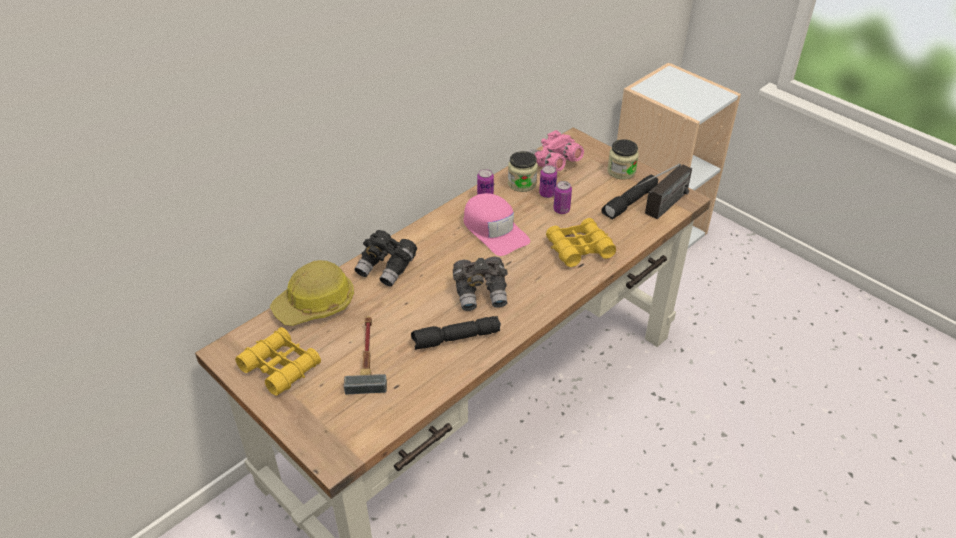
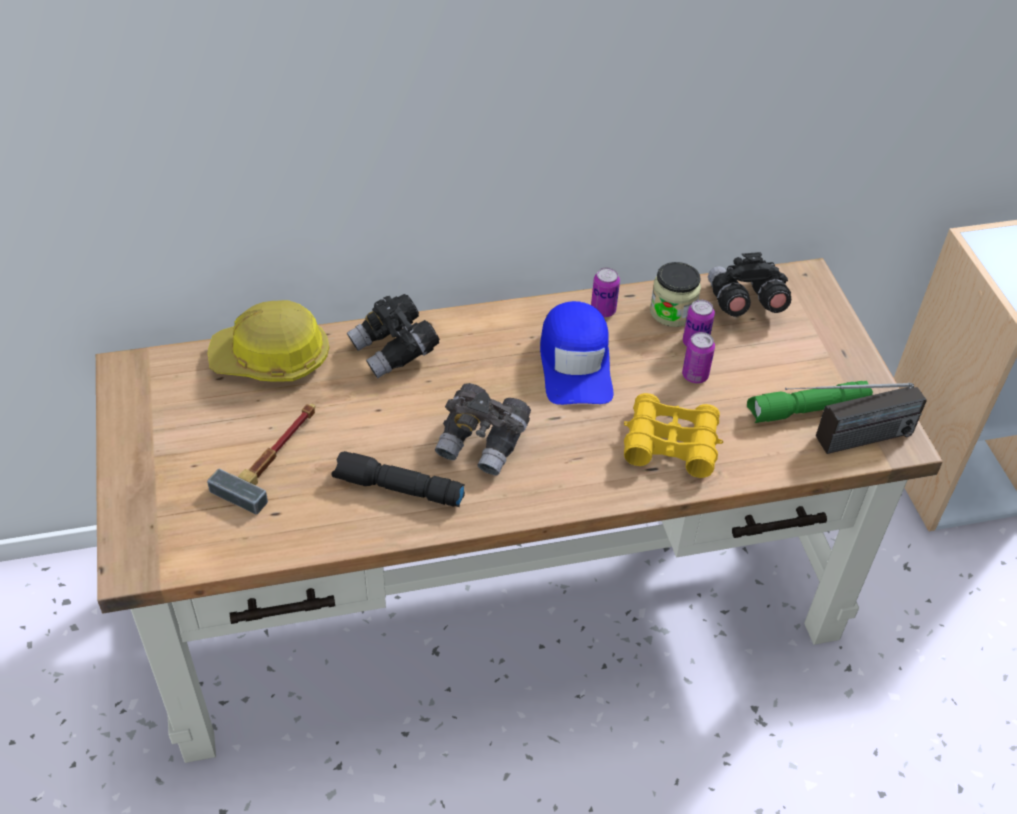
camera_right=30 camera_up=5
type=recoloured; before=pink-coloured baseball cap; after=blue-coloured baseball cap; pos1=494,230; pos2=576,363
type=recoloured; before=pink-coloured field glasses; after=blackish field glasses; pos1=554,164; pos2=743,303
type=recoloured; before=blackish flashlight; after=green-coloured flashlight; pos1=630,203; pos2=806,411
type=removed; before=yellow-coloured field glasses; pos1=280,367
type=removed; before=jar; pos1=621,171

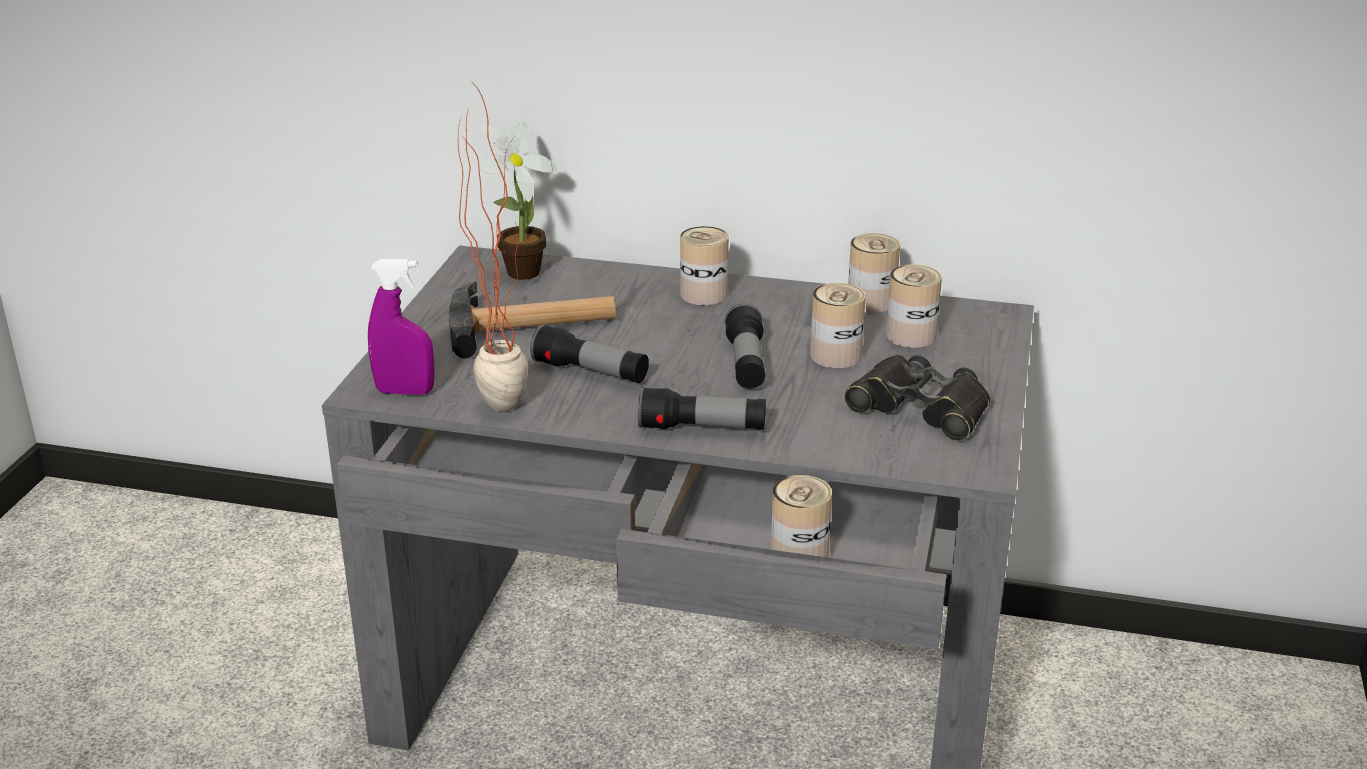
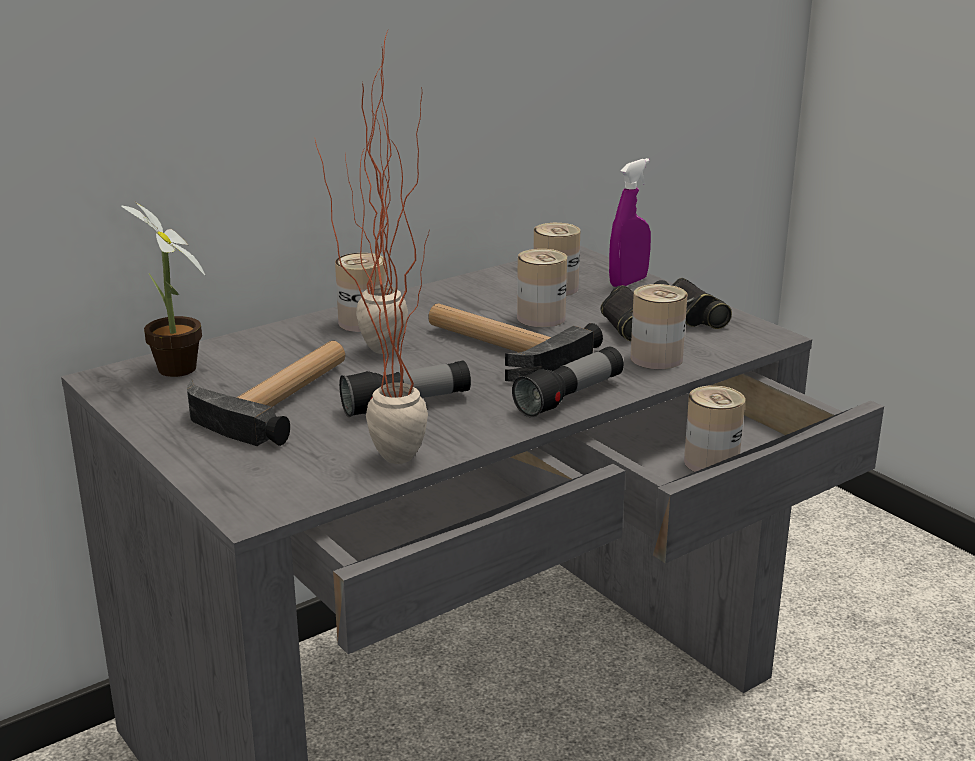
camera_right=-50 camera_up=-5
type=added; after=houseplant; pos2=390,355
type=replaced; before=flashlight; after=hand hammer; pos1=746,364; pos2=499,348
type=moved; before=purple-coloured sprayer; pos1=405,391; pos2=628,282
type=moved; before=sealed can; pos1=871,301; pos2=656,358

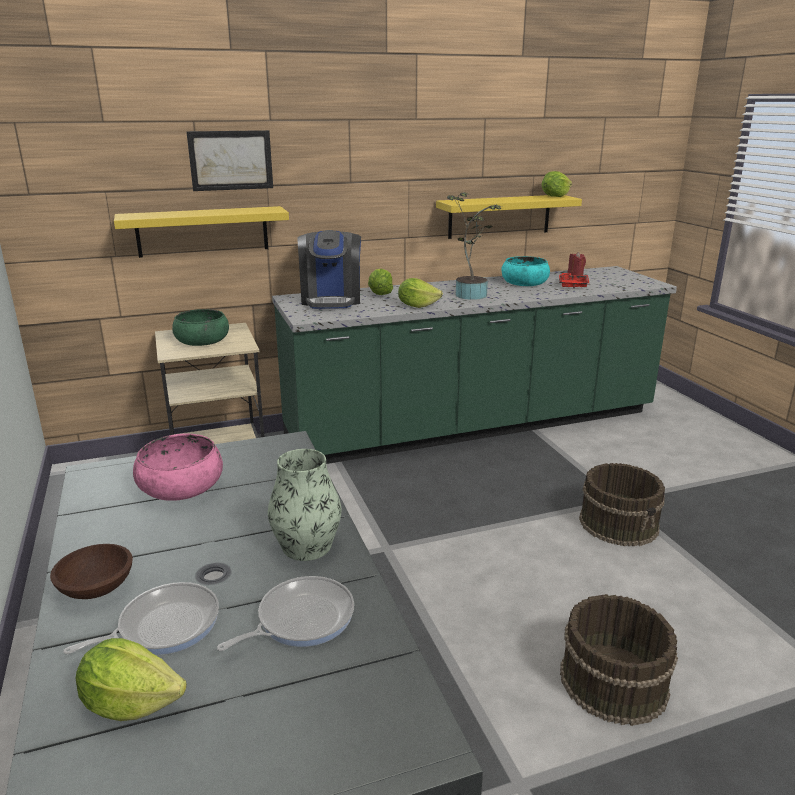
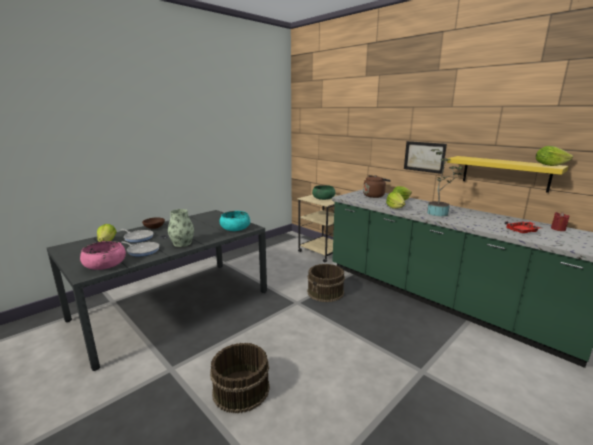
camera_right=65 camera_up=-5
type=moved; before=pink-coloured serving bowl; pos1=181,486; pos2=105,264
type=moved; before=blue-green serving bowl; pos1=524,283; pos2=235,228
type=moved; before=brown-coloured water bucket; pos1=619,523; pos2=326,292
type=replaced; before=coffee maker; after=brown-coloured kettle; pos1=331,300; pos2=374,195
type=moved; before=wall art; pos1=231,160; pos2=424,157
type=removed; before=yellow-coloured shelf; pos1=203,231

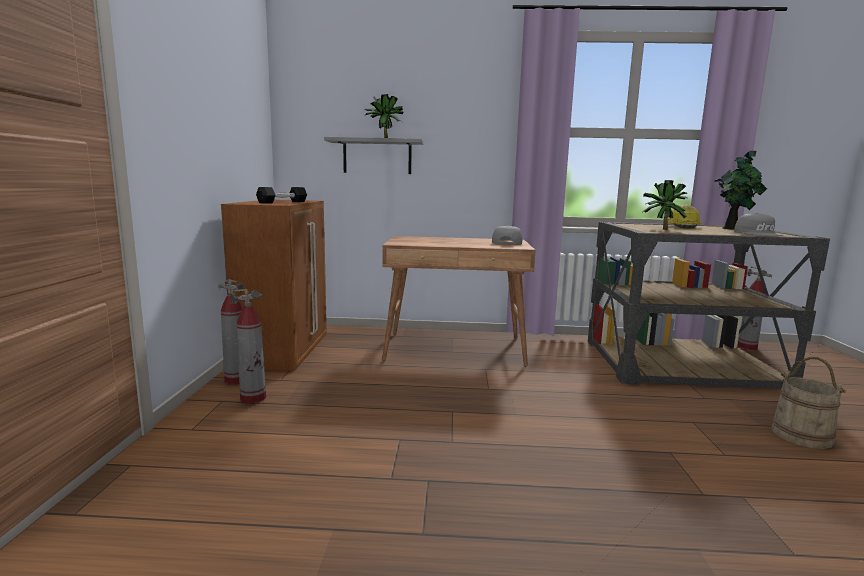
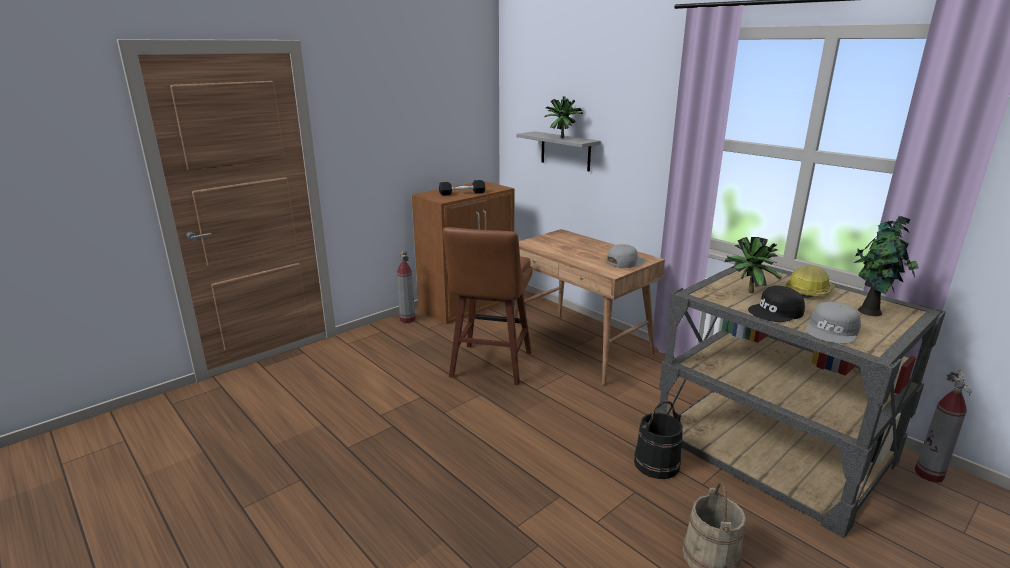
camera_right=45 camera_up=10
type=added; after=brown-coloured sitting stool; pos2=490,366
type=added; after=blackish water bucket; pos2=657,464
type=added; after=blackish baseball cap; pos2=776,312
type=removed; before=extinguisher; pos1=253,398

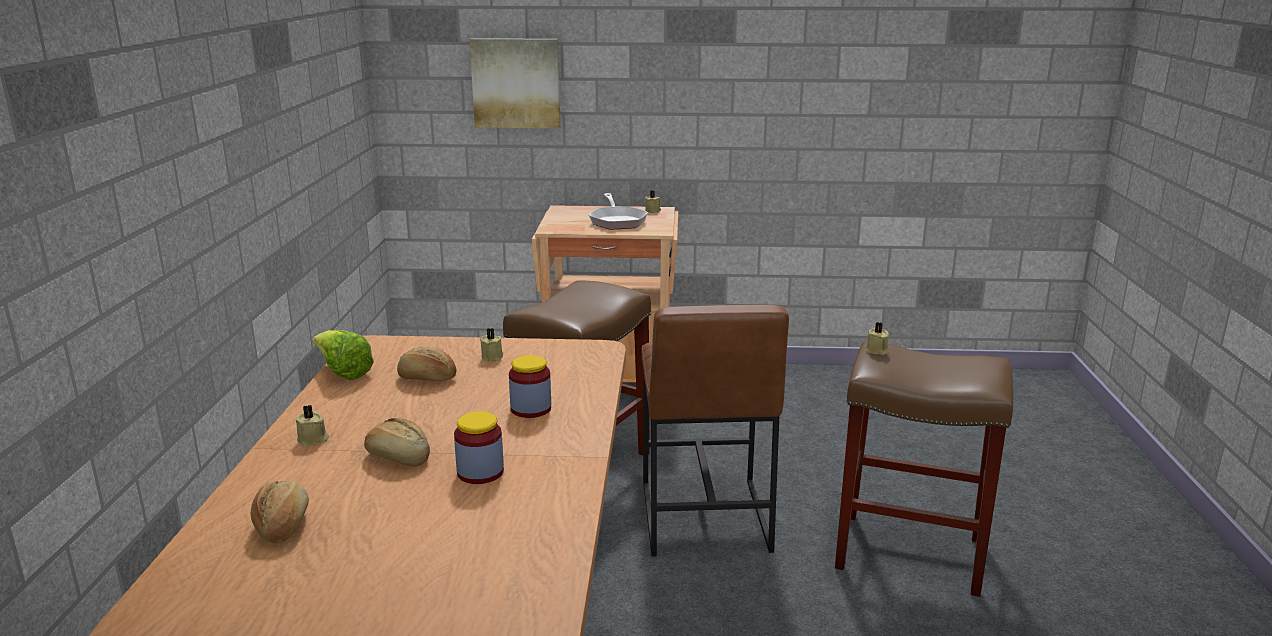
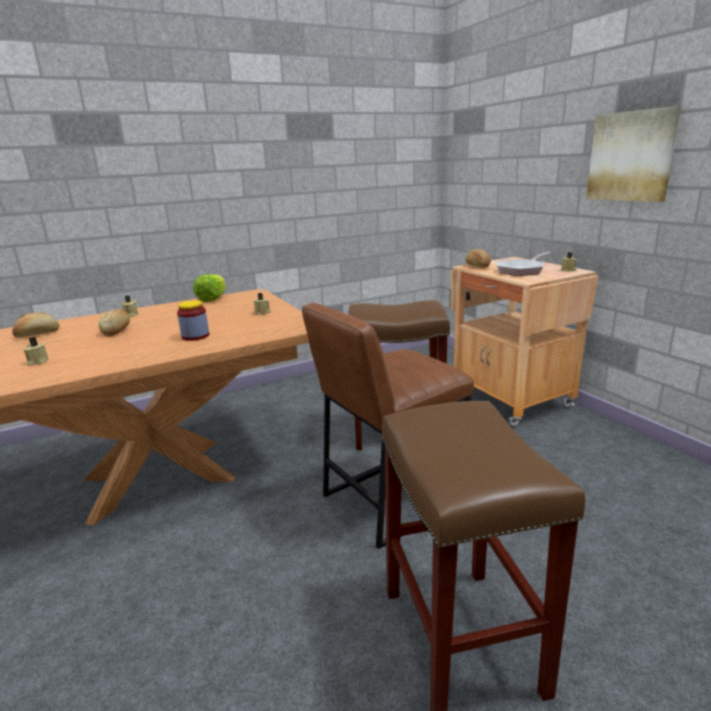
camera_right=60 camera_up=0
type=moved; before=sand-coloured wax candle; pos1=877,351; pos2=37,362
type=moved; before=bakery bread; pos1=426,378; pos2=477,266
type=moved; before=wall art; pos1=516,83; pos2=631,156
type=removed; before=jar; pos1=480,472

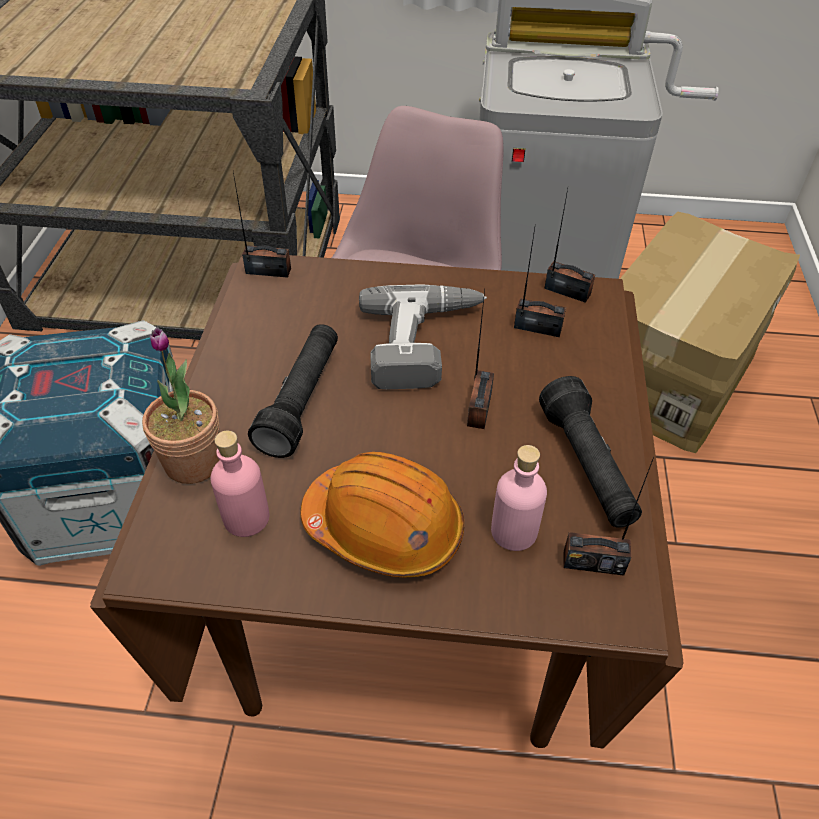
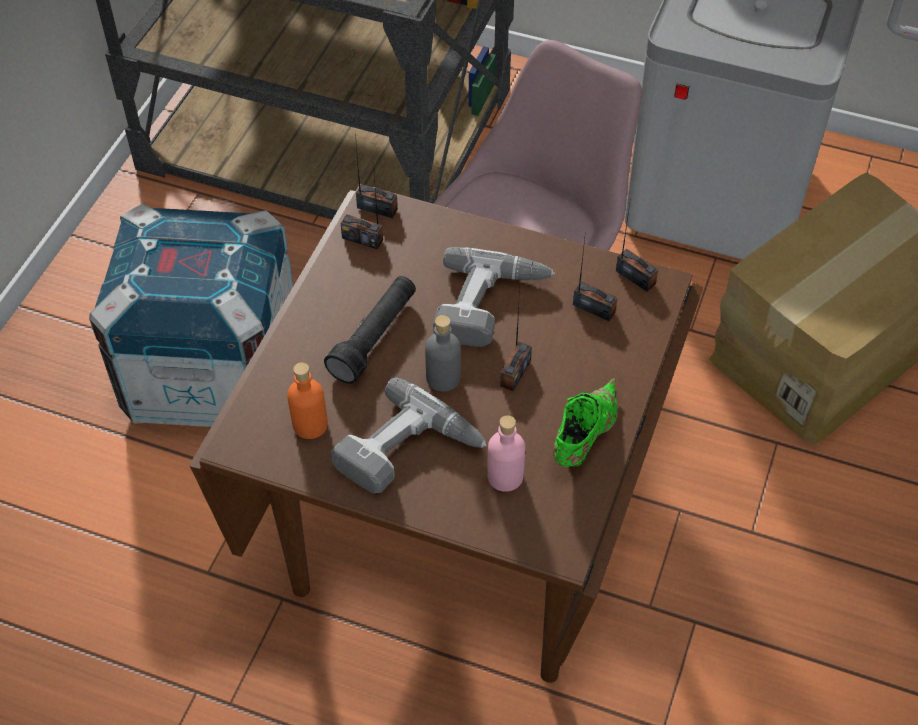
camera_right=15 camera_up=5
type=recoloured; before=pink-coloured bottle; after=orangey bottle; pos1=246,518; pos2=310,425
type=replaced; before=orangey hard hat; after=drill; pos1=384,528; pos2=409,453
type=moved; before=radio receiver; pos1=593,562; pos2=362,239
type=added; after=greyish bottle; pos2=443,378
type=replaced; before=blackish flashlight; after=green-coloured item of footwear; pos1=587,466; pos2=583,438
type=removed; before=houseplant; pos1=193,462

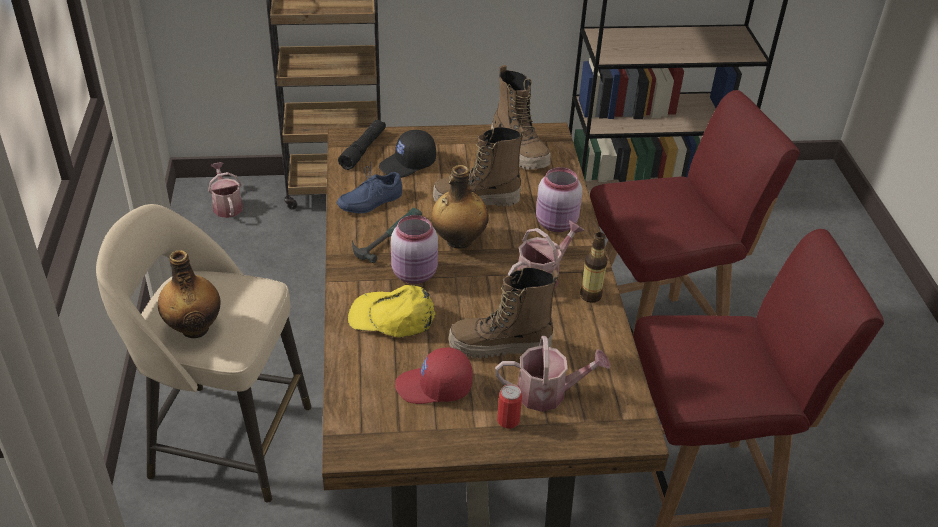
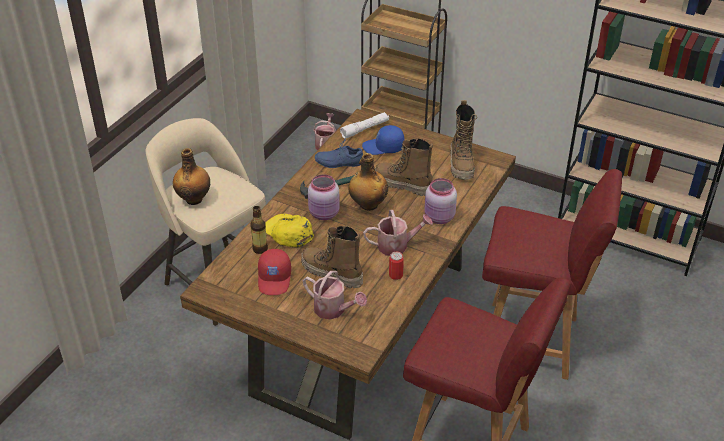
camera_right=35 camera_up=0
type=moved; before=bottle; pos1=590,295; pos2=260,249
type=turned; before=red-coloured baseball cap; pos1=434,387; pos2=275,279; turn=-120
type=recoloured; before=blackish flashlight; after=white flashlight; pos1=363,150; pos2=365,129
type=recoloured; before=blackish baseball cap; after=blue-coloured baseball cap; pos1=408,164; pos2=383,147
type=moved; before=sealed can; pos1=508,420; pos2=396,275

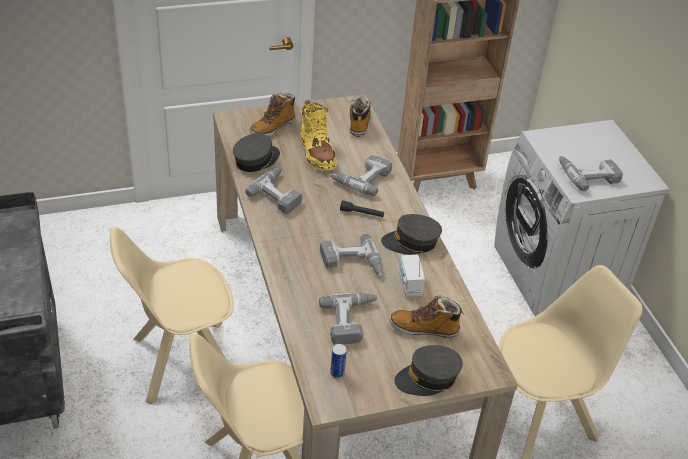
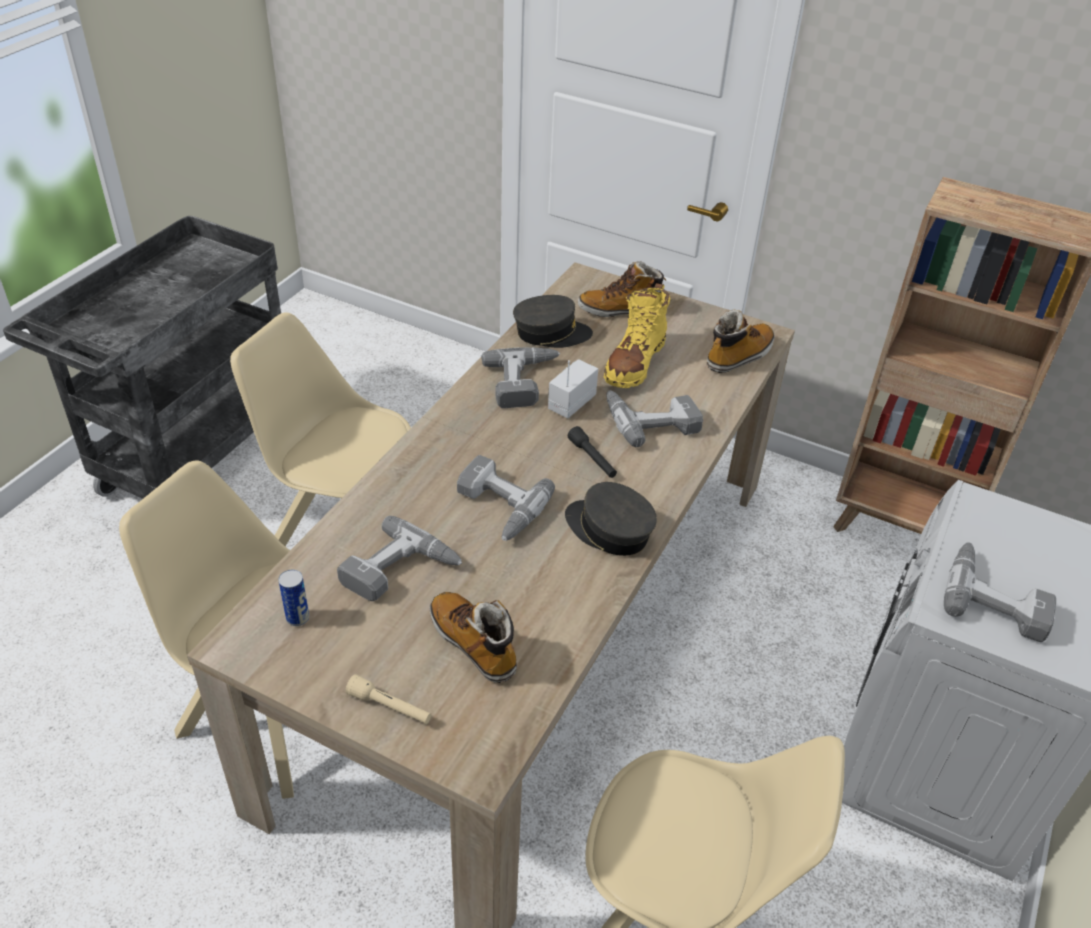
camera_right=45 camera_up=0
type=replaced; before=greyish baseball cap; after=sand-coloured flashlight; pos1=428,378; pos2=390,707
type=moved; before=radio receiver; pos1=409,285; pos2=571,403

